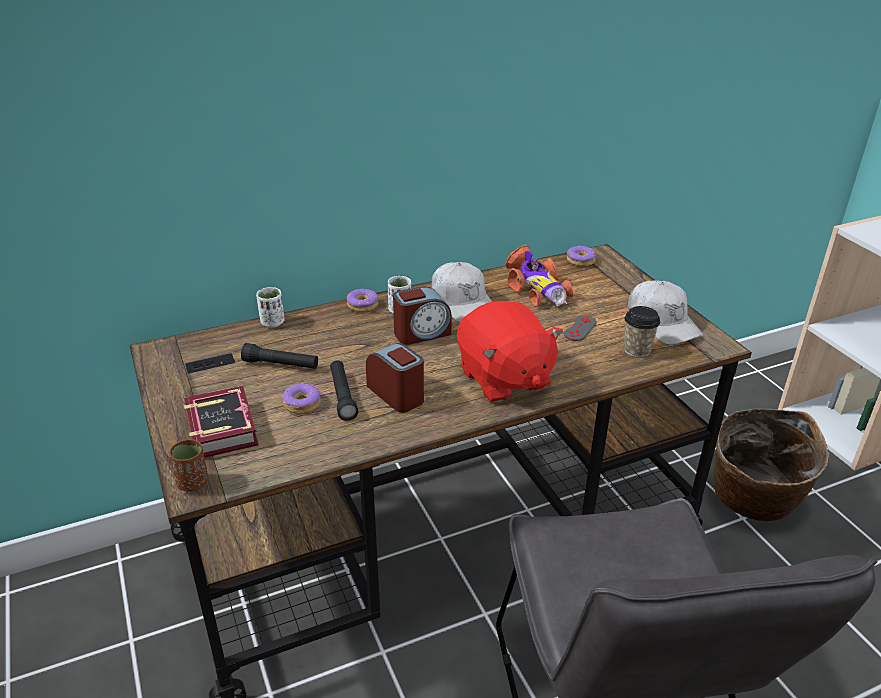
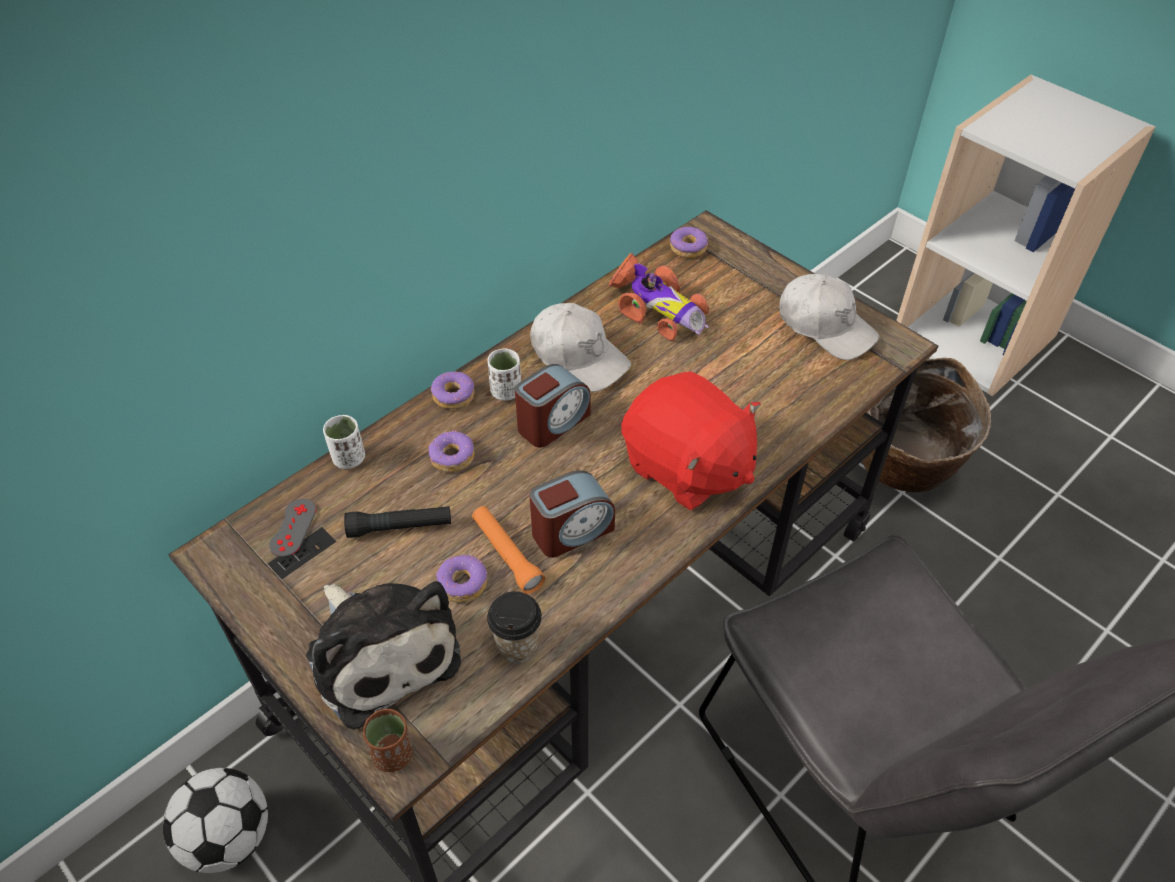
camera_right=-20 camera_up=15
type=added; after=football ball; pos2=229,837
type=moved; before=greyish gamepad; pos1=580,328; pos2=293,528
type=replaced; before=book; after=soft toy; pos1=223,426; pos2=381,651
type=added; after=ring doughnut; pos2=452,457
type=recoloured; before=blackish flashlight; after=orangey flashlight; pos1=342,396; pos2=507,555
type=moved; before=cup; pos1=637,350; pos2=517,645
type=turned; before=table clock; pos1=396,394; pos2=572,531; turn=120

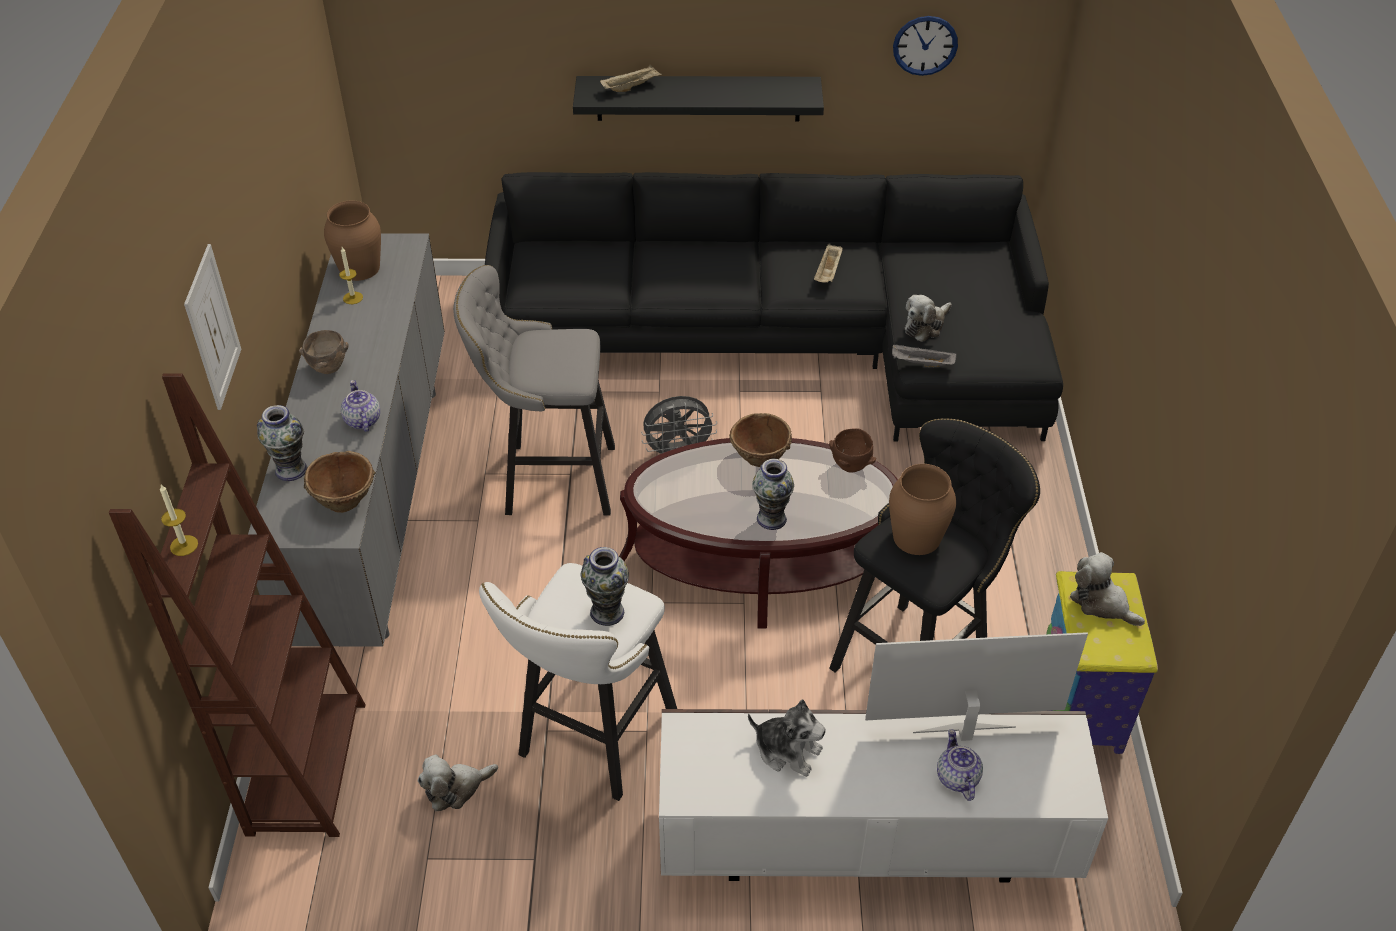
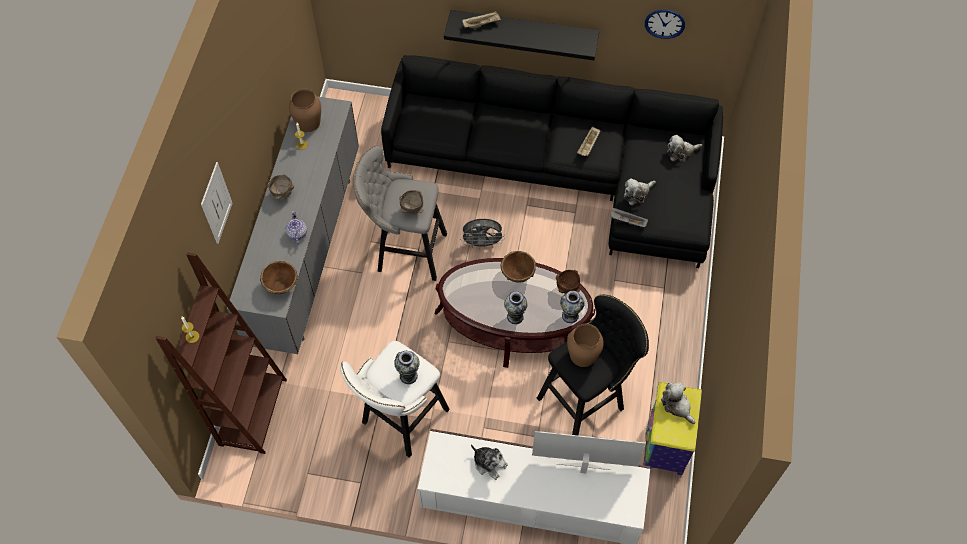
camera_right=10 camera_up=15
type=added; after=brown-coloured serving bowl; pos2=412,210
type=moved; before=decorative vase; pos1=291,469; pos2=570,315
type=moved; before=soft toy; pos1=455,788; pos2=681,152
type=removed; before=tea pot; pos1=956,778

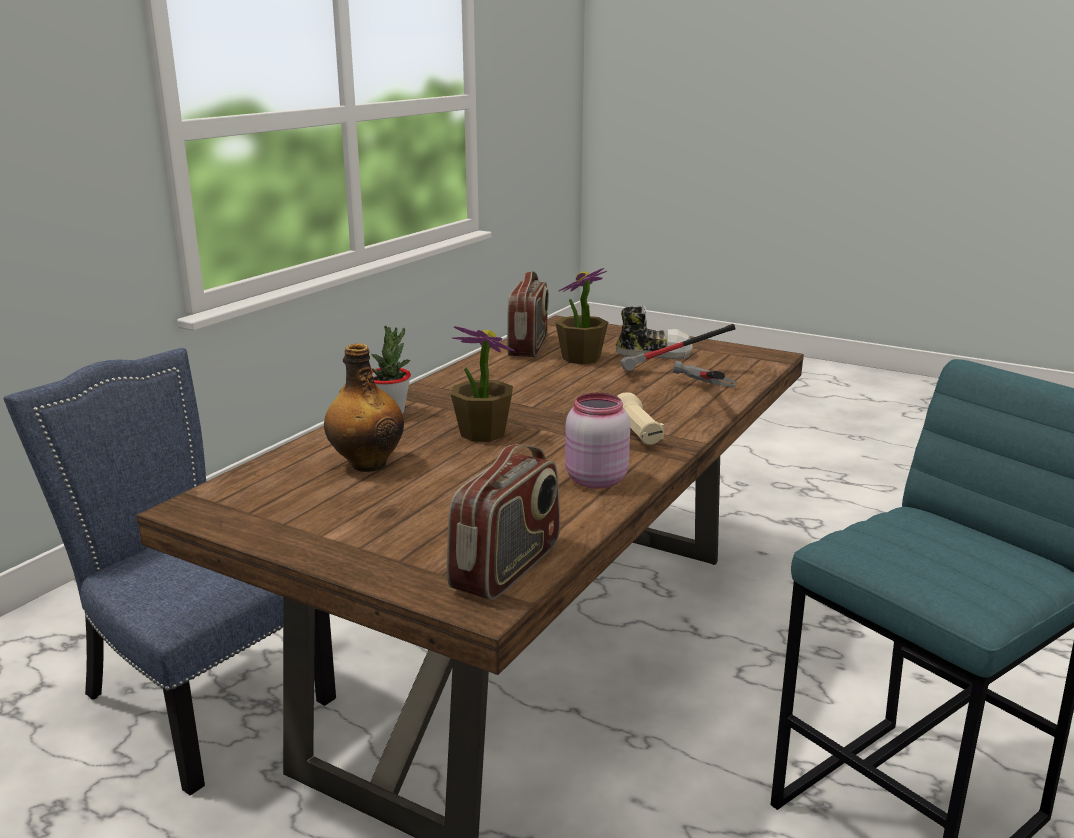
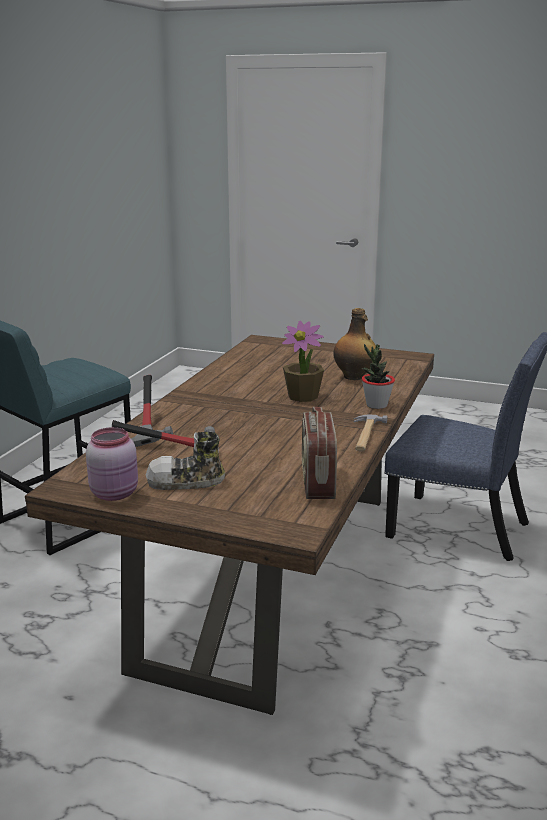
camera_right=170 camera_up=0
type=moved; before=pink-coloured jar; pos1=594,480; pos2=116,493
type=added; after=hand hammer; pos2=365,435
type=removed; before=radio receiver; pos1=507,567
type=removed; before=houseplant; pos1=581,358
type=removed; before=sand-coloured flashlight; pos1=637,434

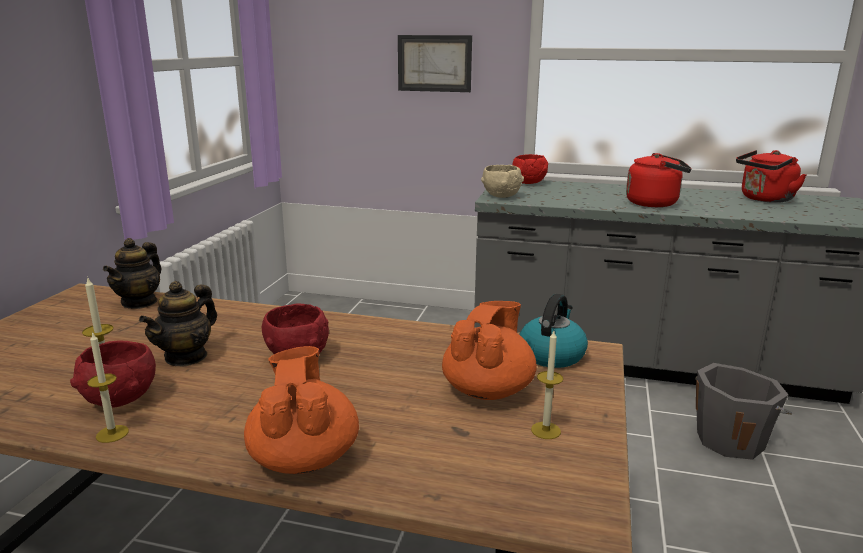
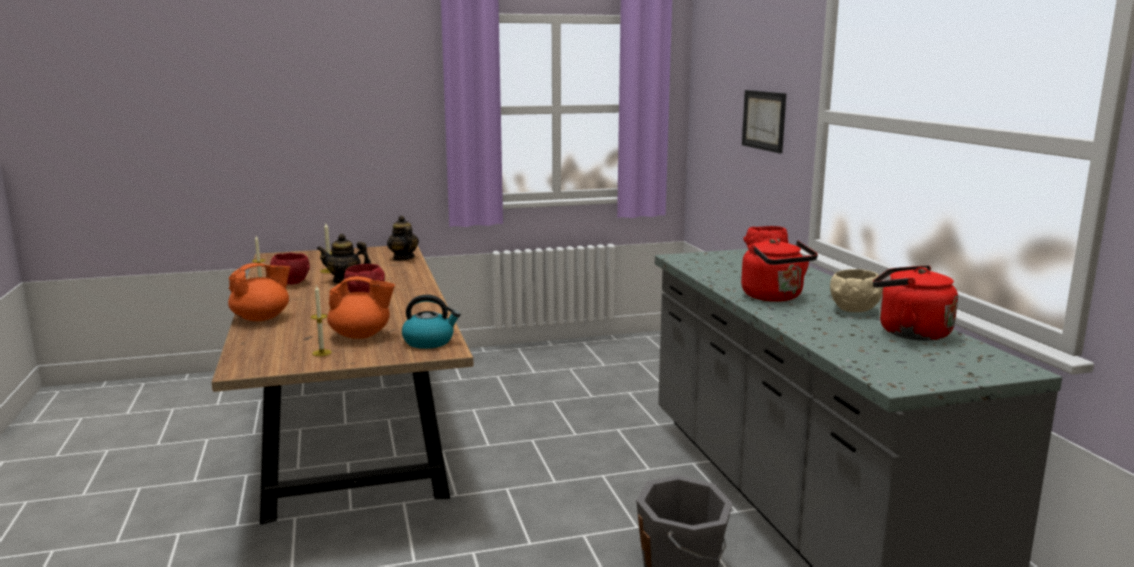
camera_right=60 camera_up=-5
type=turned; before=tea pot; pos1=139,302; pos2=403,258; turn=75
type=moved; before=sand-coloured serving bowl; pos1=501,196; pos2=854,310

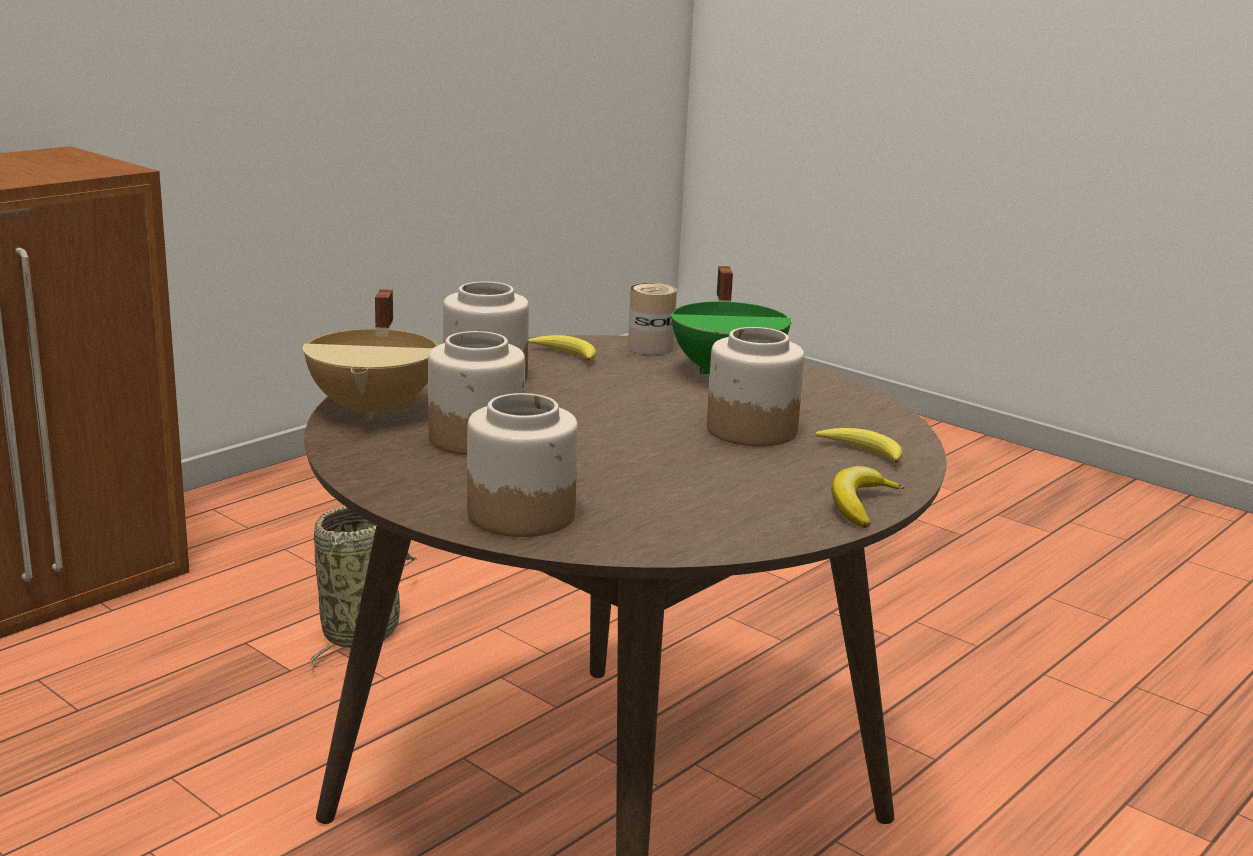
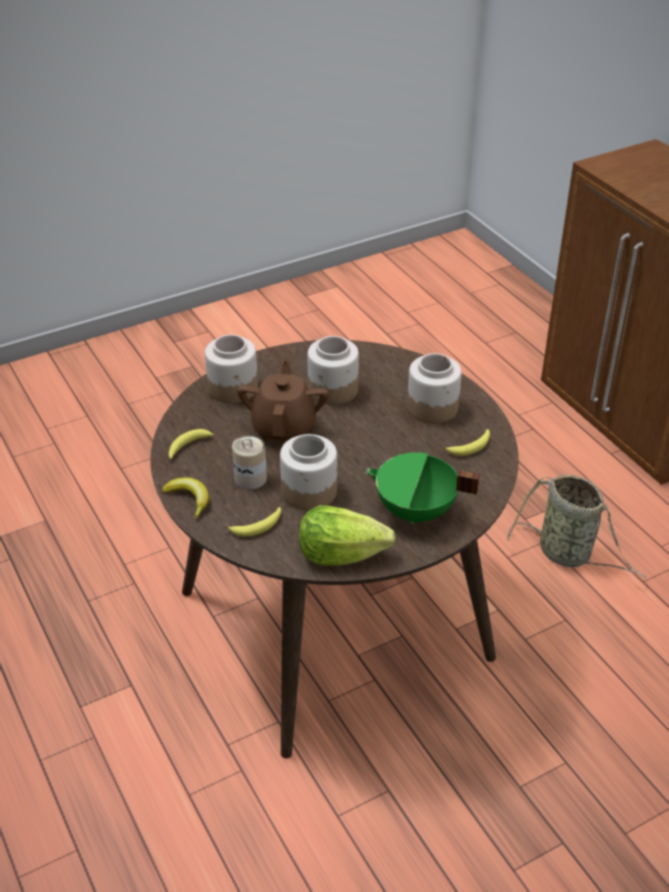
camera_right=110 camera_up=20
type=added; after=whole banana; pos2=188,446
type=moved; before=sealed can; pos1=650,348; pos2=250,478
type=added; after=brown-coloured tea pot; pos2=284,427
type=added; after=head of lettuce; pos2=340,554
type=removed; before=sand-coloured saucepot; pos1=376,410

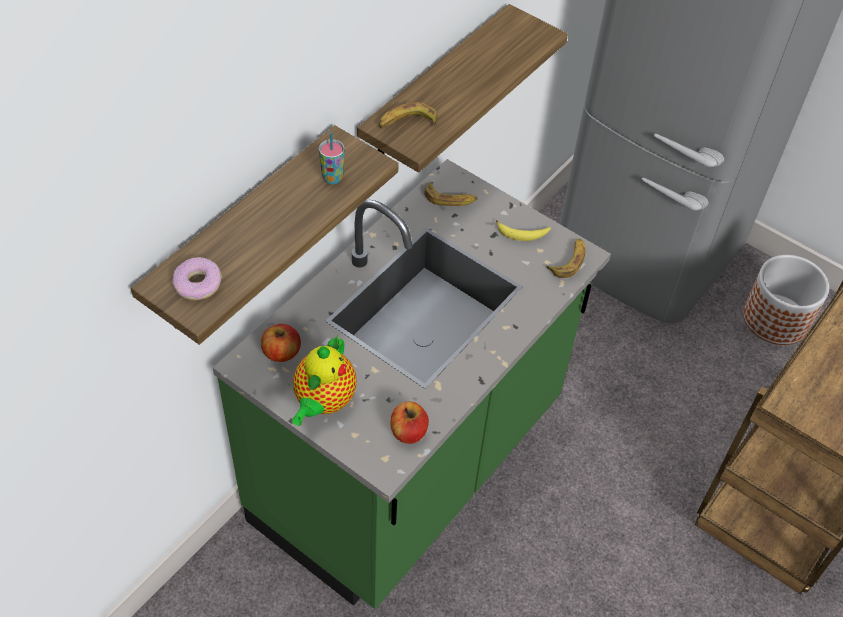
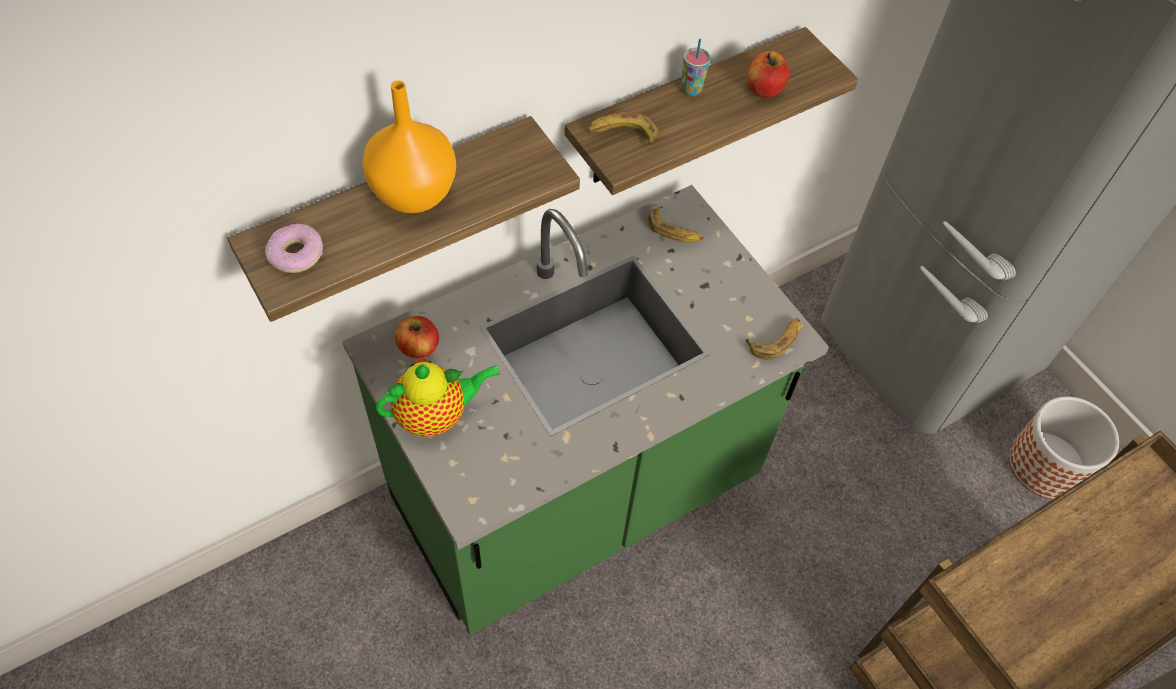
camera_right=20 camera_up=5
type=added; after=orangey decorative vase; pos2=415,193
type=turned; before=tea pot; pos1=323,402; pos2=436,415; turn=-150
type=moved; before=cup; pos1=332,178; pos2=691,89
type=moved; before=apple; pos1=409,432; pos2=764,89
type=removed; before=whole banana; pos1=522,234

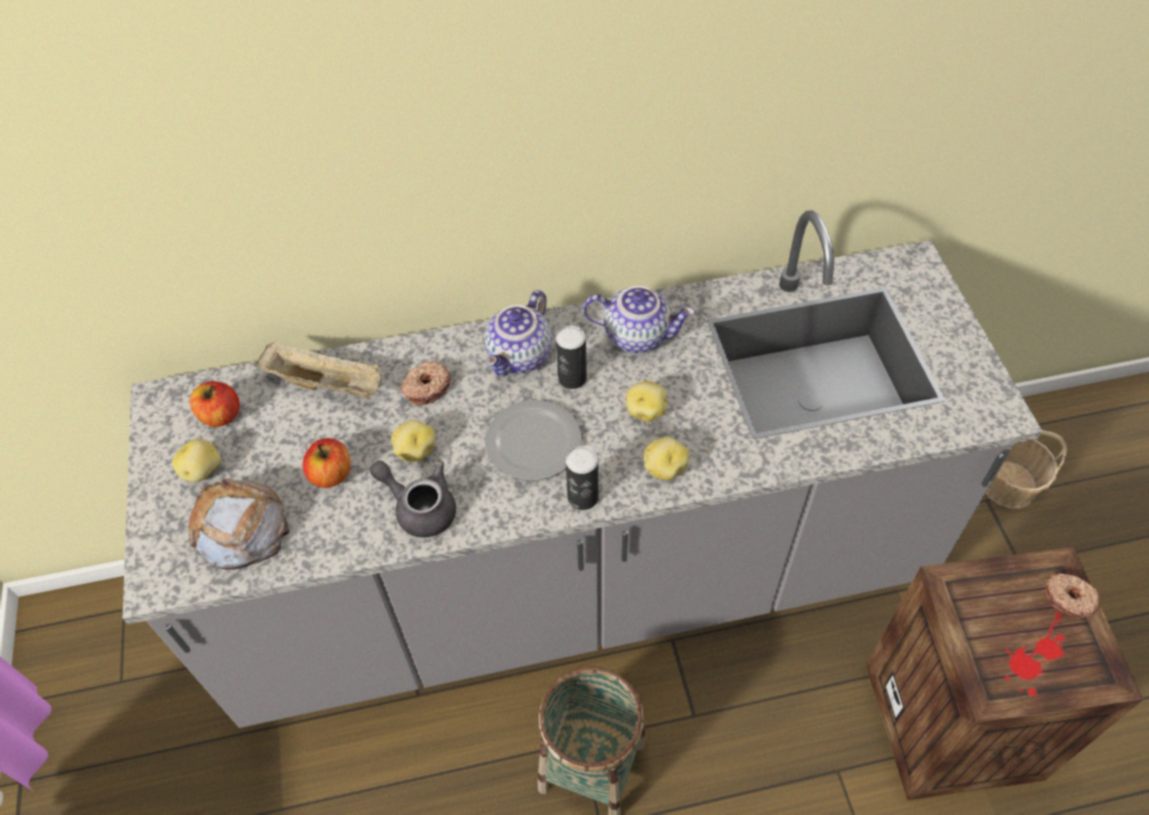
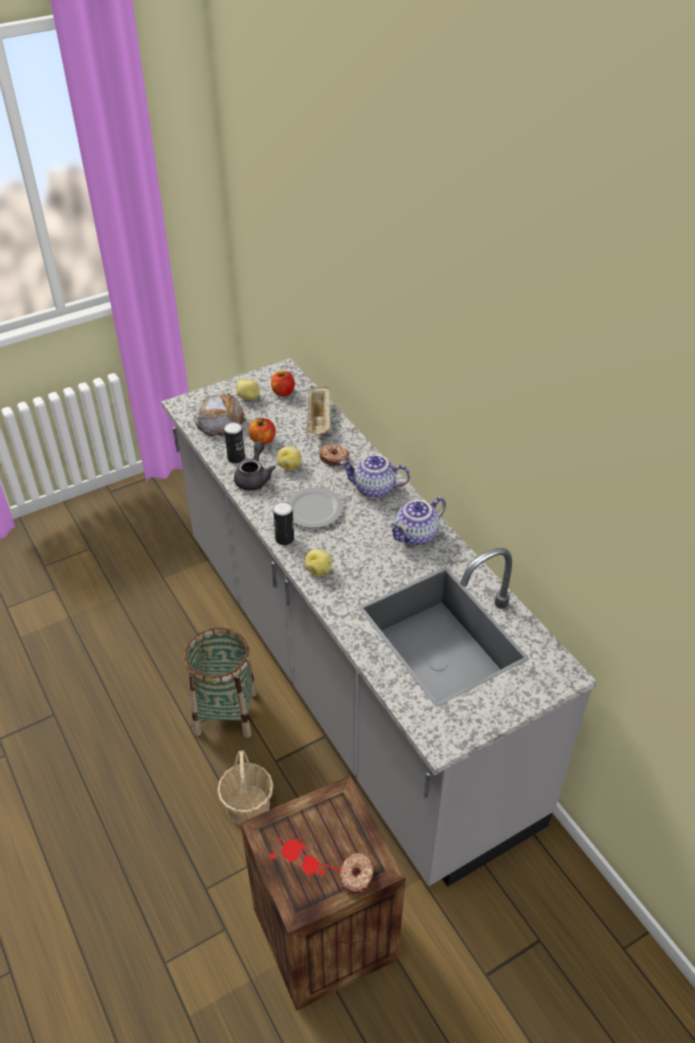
camera_right=70 camera_up=-10
type=moved; before=household basket; pos1=1008,485; pos2=248,805
type=moved; before=sealed can; pos1=572,378; pos2=236,458
type=turned; before=tea pot; pos1=637,334; pos2=416,536; turn=60
type=removed; before=spud; pos1=646,410

